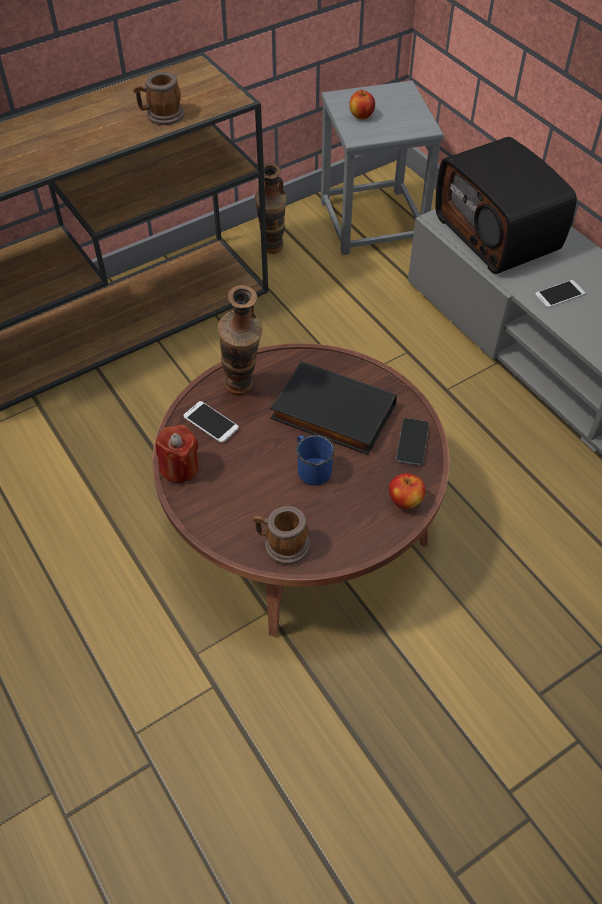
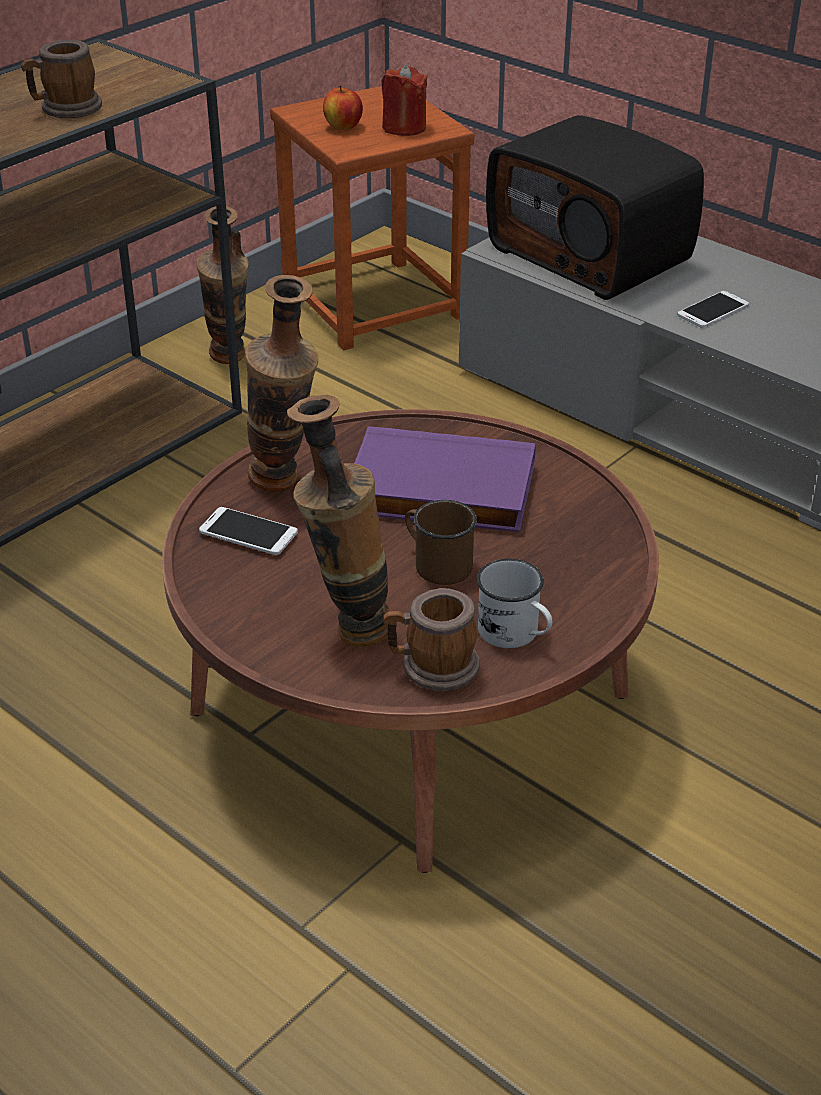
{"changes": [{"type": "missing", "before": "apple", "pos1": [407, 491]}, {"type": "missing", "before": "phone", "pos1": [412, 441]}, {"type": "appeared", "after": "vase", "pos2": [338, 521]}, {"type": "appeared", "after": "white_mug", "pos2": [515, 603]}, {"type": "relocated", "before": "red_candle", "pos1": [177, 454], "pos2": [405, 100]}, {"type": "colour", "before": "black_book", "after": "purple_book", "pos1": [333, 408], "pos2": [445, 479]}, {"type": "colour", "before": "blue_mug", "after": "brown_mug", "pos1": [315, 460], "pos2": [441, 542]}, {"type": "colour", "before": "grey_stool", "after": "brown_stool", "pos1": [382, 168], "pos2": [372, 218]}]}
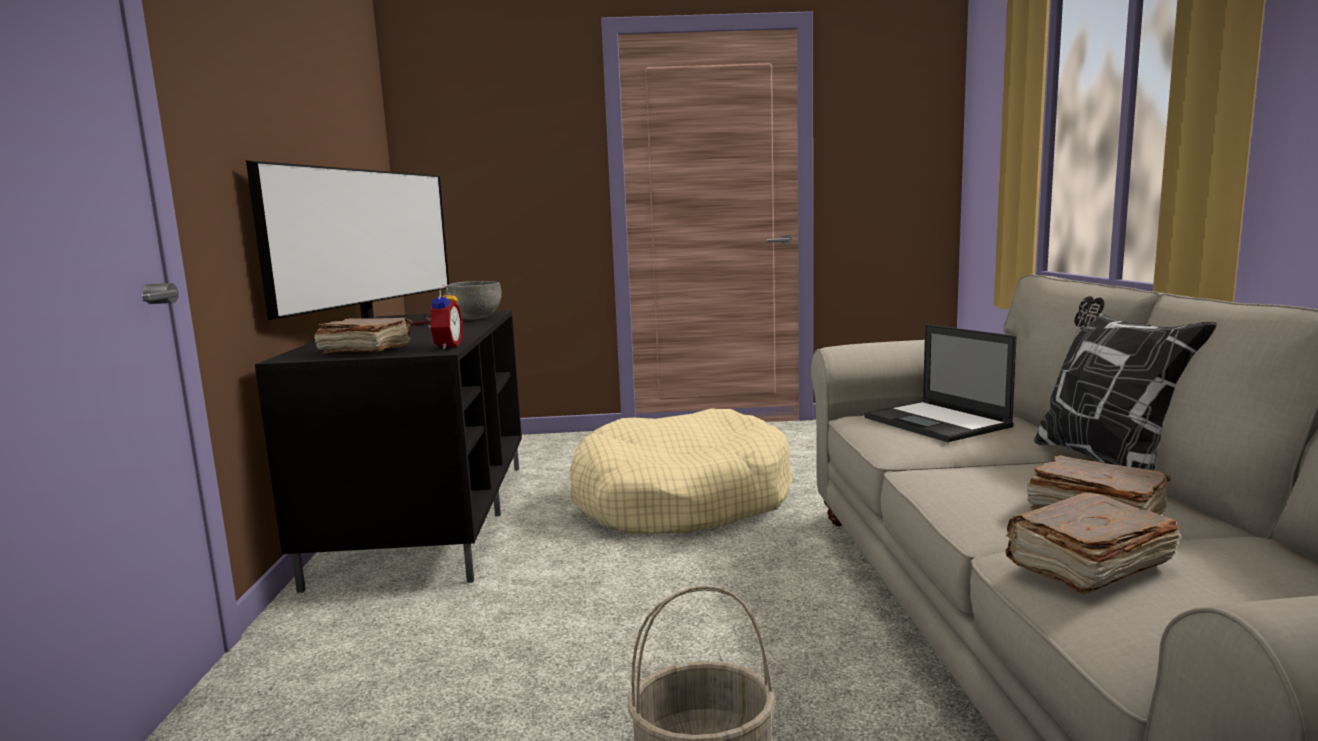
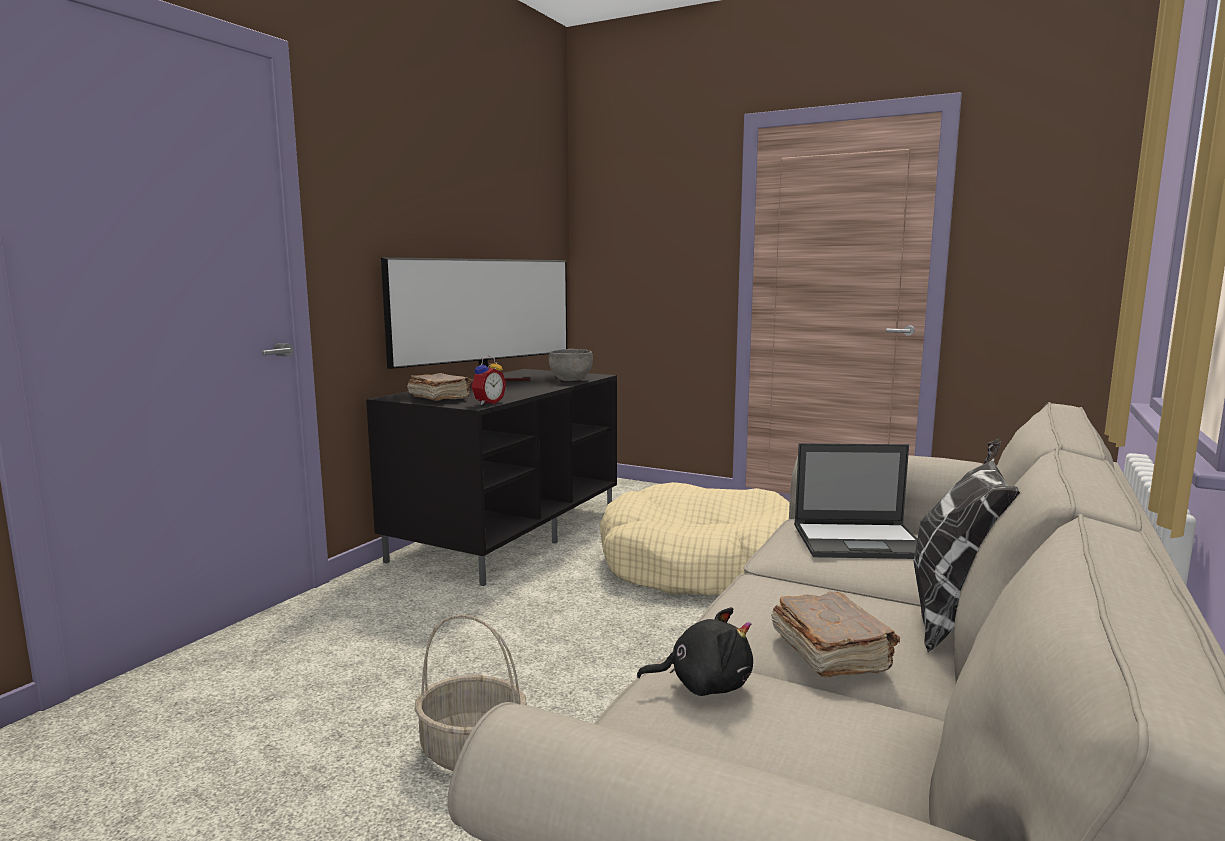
{"changes": [{"type": "exchanged", "before": "brown_book", "after": "black_plush_toy", "pos1": [1092, 543], "pos2": [695, 651]}, {"type": "spun", "before": "laptop", "pos1": [940, 383], "pos2": [856, 501], "turn": -90}]}
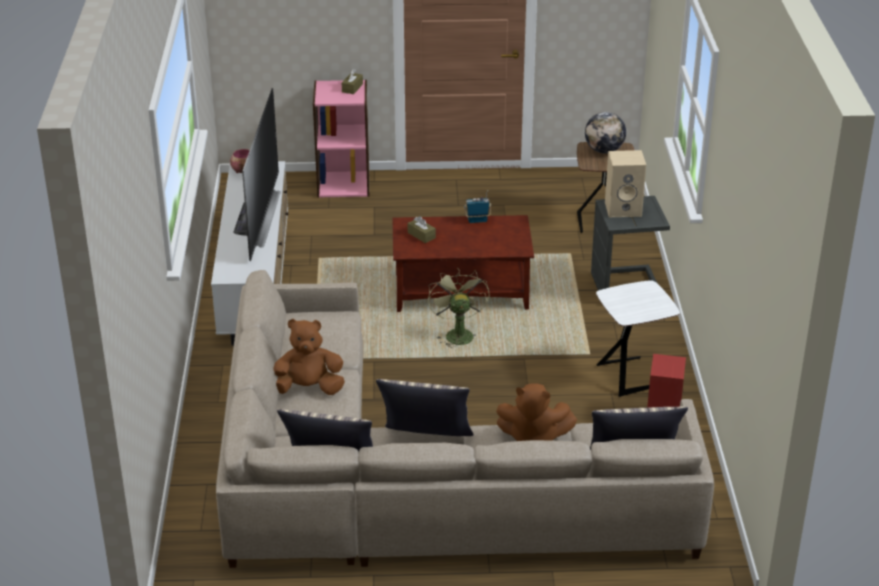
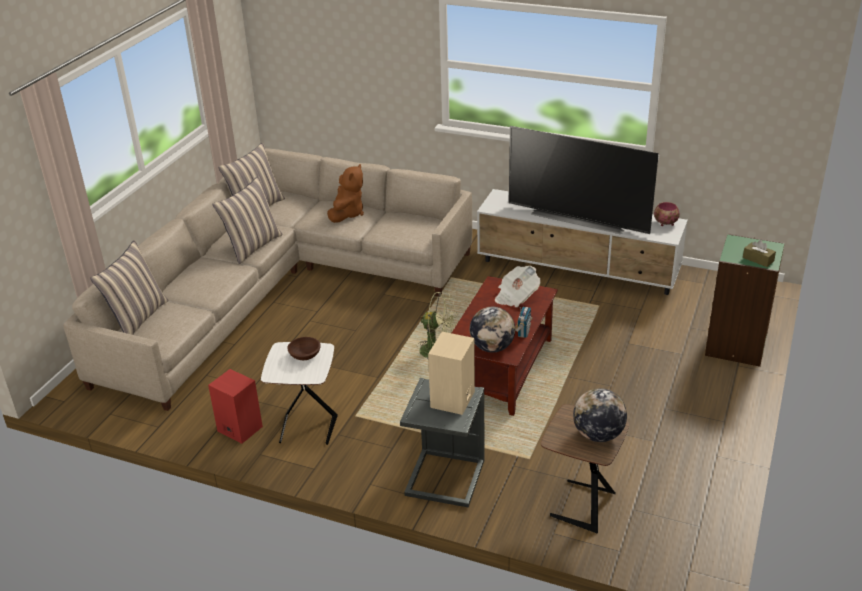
{"changes": [{"type": "missing", "before": "brown_plush_toy", "pos1": [536, 412]}, {"type": "appeared", "after": "brown_bowl", "pos2": [304, 348]}, {"type": "appeared", "after": "globe", "pos2": [492, 329]}, {"type": "exchanged", "before": "brown_tissue_box", "after": "newspaper", "pos1": [422, 229], "pos2": [518, 286]}, {"type": "colour", "before": "pink_bookcase", "after": "green_bookcase", "pos1": [341, 139], "pos2": [745, 300]}]}
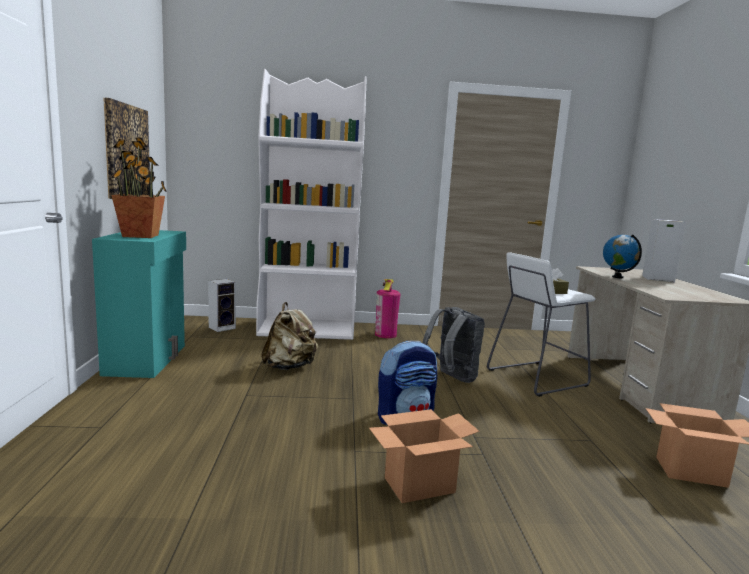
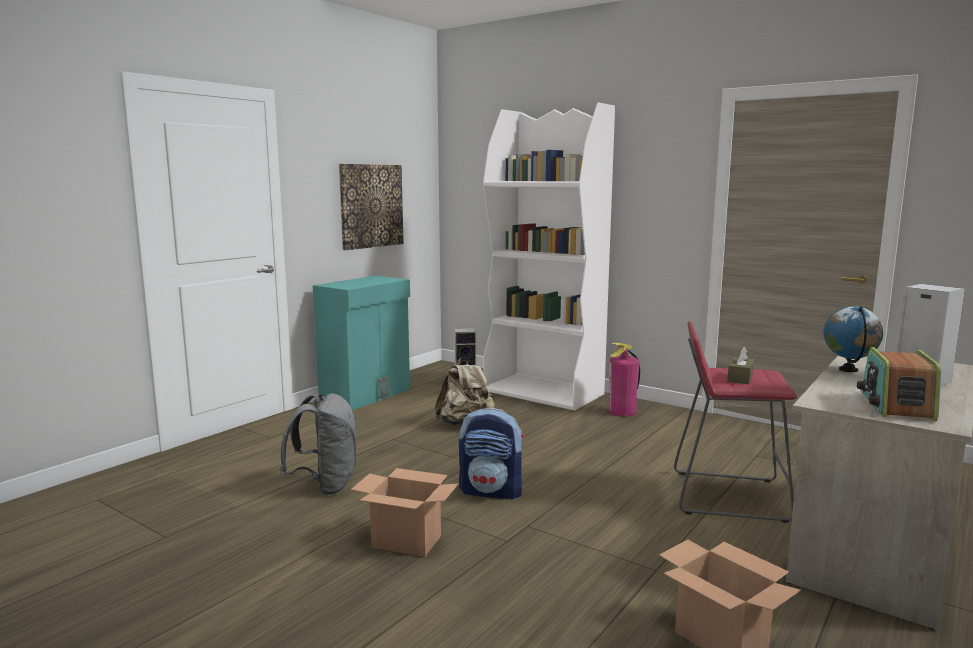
{"changes": [{"type": "missing", "before": "potted_plant", "pos1": [139, 188]}, {"type": "appeared", "after": "radio", "pos2": [899, 384]}, {"type": "relocated", "before": "grey_backpack", "pos1": [454, 345], "pos2": [318, 444]}, {"type": "colour", "before": "white_stool", "after": "red_stool", "pos1": [541, 324], "pos2": [735, 422]}]}
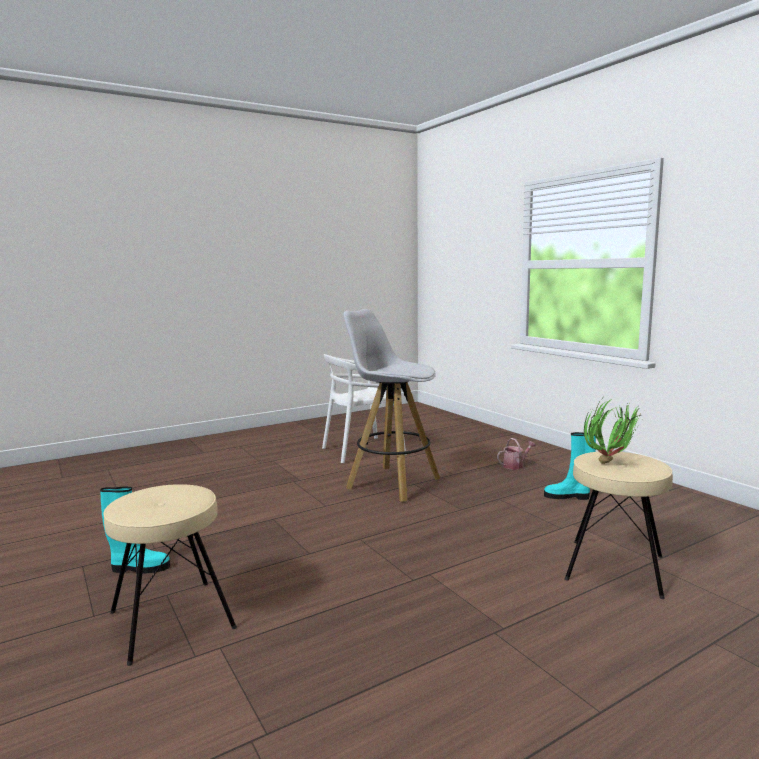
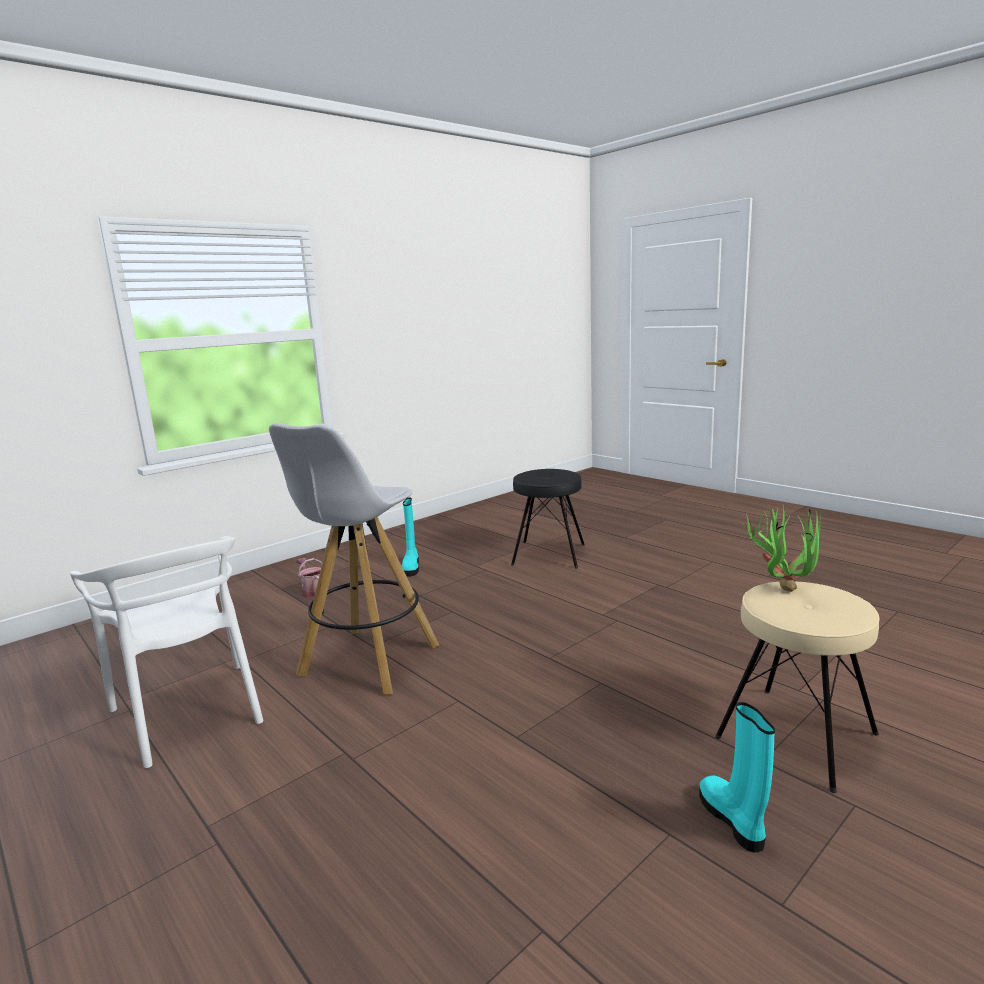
{"changes": [{"type": "relocated", "before": "potted_plant", "pos1": [613, 431], "pos2": [781, 549]}, {"type": "colour", "before": "beige_stool", "after": "black_stool", "pos1": [619, 525], "pos2": [548, 519]}]}
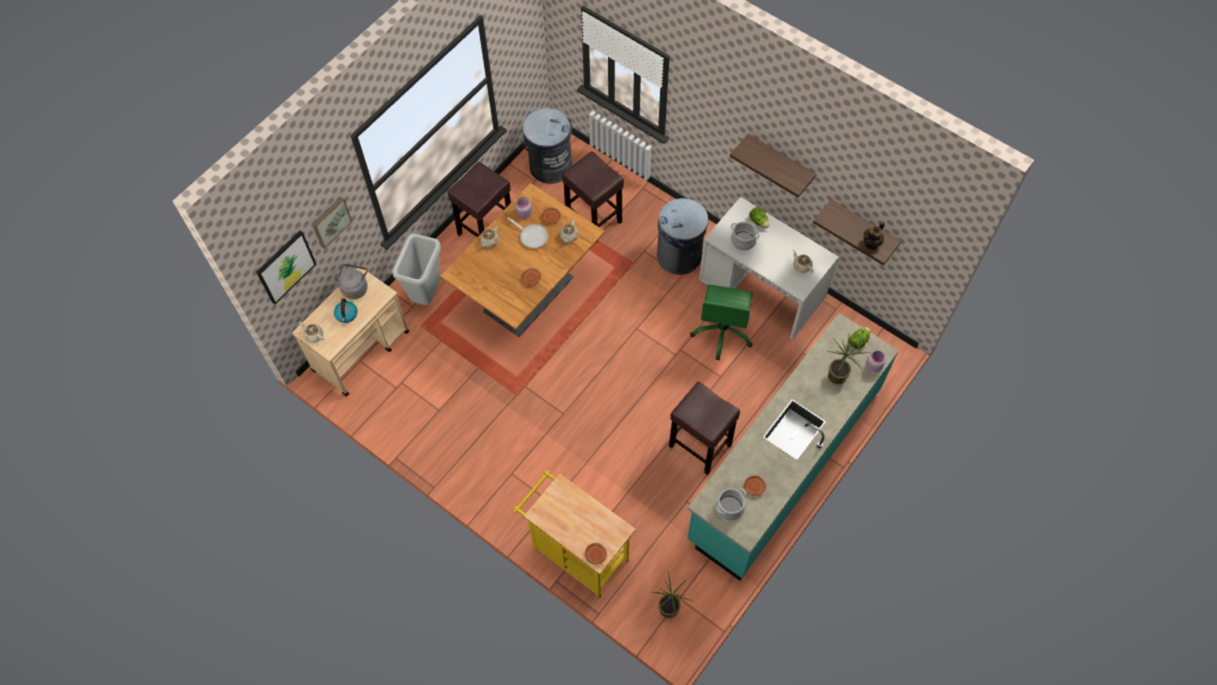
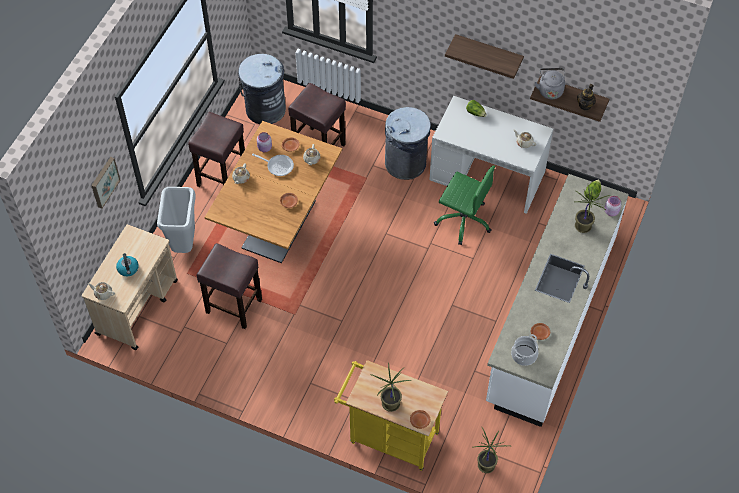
{"changes": [{"type": "missing", "before": "picture", "pos1": [286, 268]}, {"type": "missing", "before": "cooking_pot", "pos1": [745, 236]}, {"type": "appeared", "after": "potted_plant", "pos2": [390, 387]}, {"type": "relocated", "before": "grey_kettle", "pos1": [350, 281], "pos2": [550, 83]}, {"type": "relocated", "before": "brown_stool", "pos1": [704, 428], "pos2": [229, 286]}, {"type": "colour", "before": "turquoise_counter", "after": "white_counter", "pos1": [793, 447], "pos2": [557, 300]}, {"type": "spun", "before": "green_office_chair", "pos1": [721, 322], "pos2": [464, 205], "turn": -60}]}
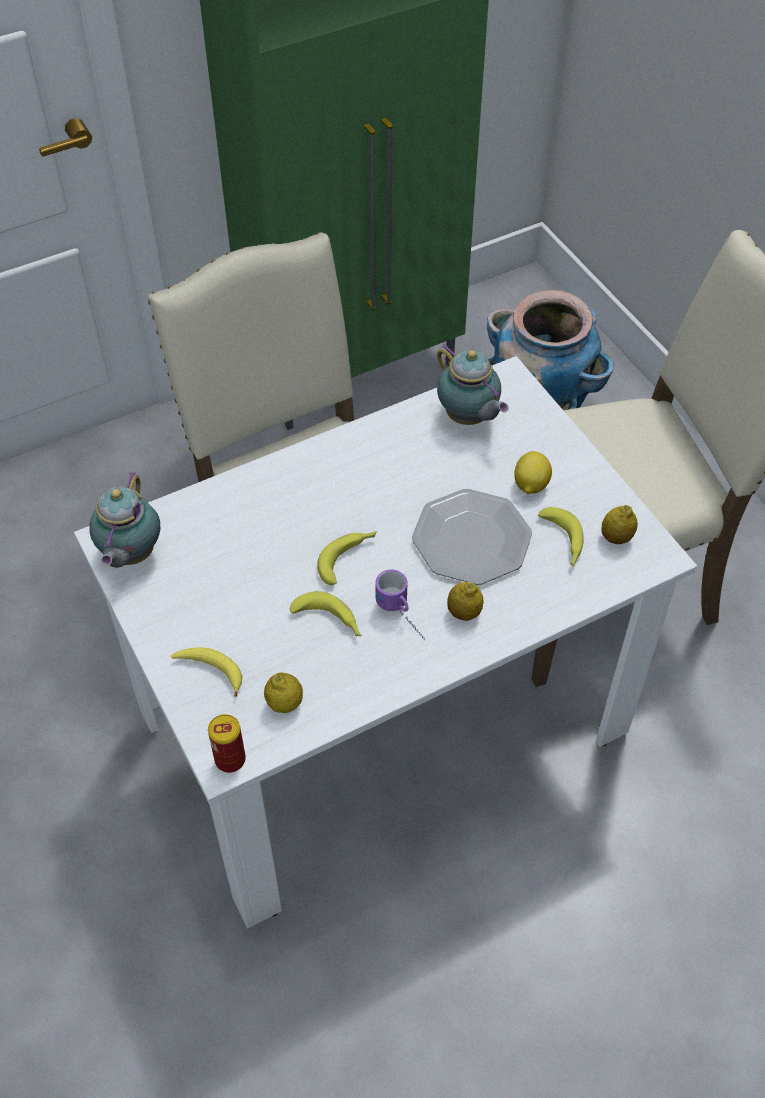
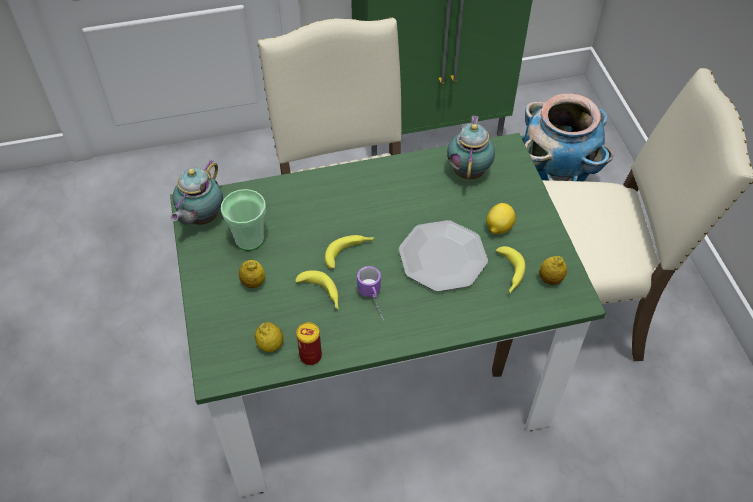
{"changes": [{"type": "missing", "before": "banana", "pos1": [206, 672]}, {"type": "appeared", "after": "cup", "pos2": [243, 220]}, {"type": "relocated", "before": "can", "pos1": [227, 743], "pos2": [309, 343]}, {"type": "relocated", "before": "lemon", "pos1": [465, 601], "pos2": [252, 274]}, {"type": "colour", "before": "white_dining_table", "after": "green_dining_table", "pos1": [385, 642], "pos2": [388, 315]}, {"type": "spun", "before": "teapot", "pos1": [473, 384], "pos2": [471, 147], "turn": -150}]}
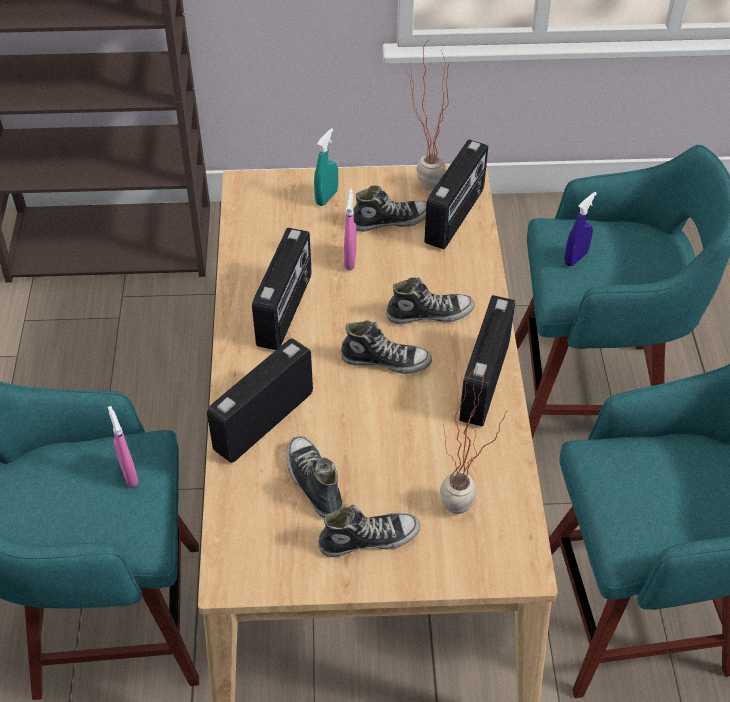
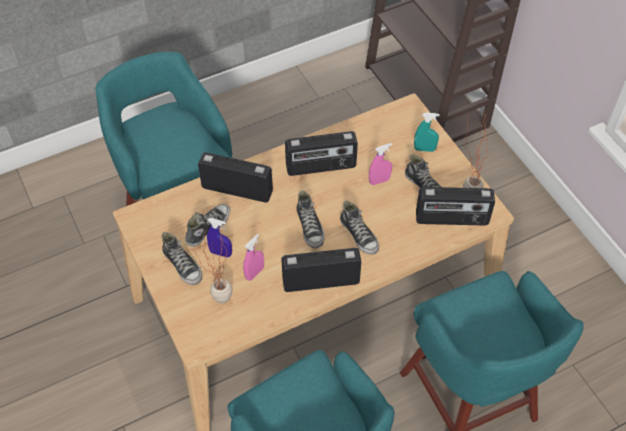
{"changes": [{"type": "relocated", "before": "pink_spray_bottle", "pos1": [123, 446], "pos2": [253, 257]}, {"type": "relocated", "before": "blue_spray_bottle", "pos1": [580, 229], "pos2": [219, 238]}]}
